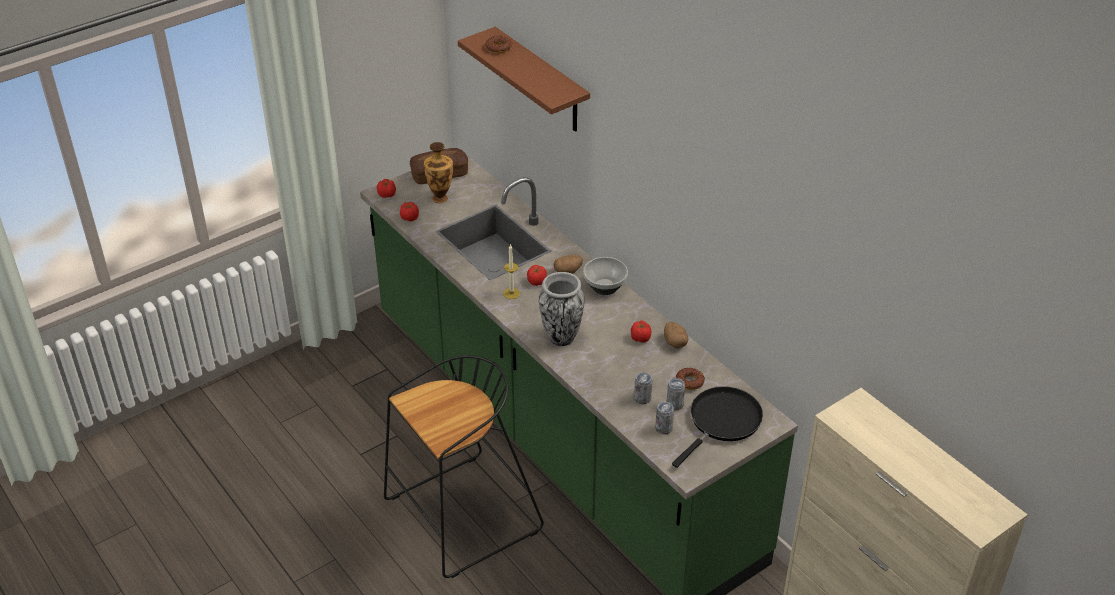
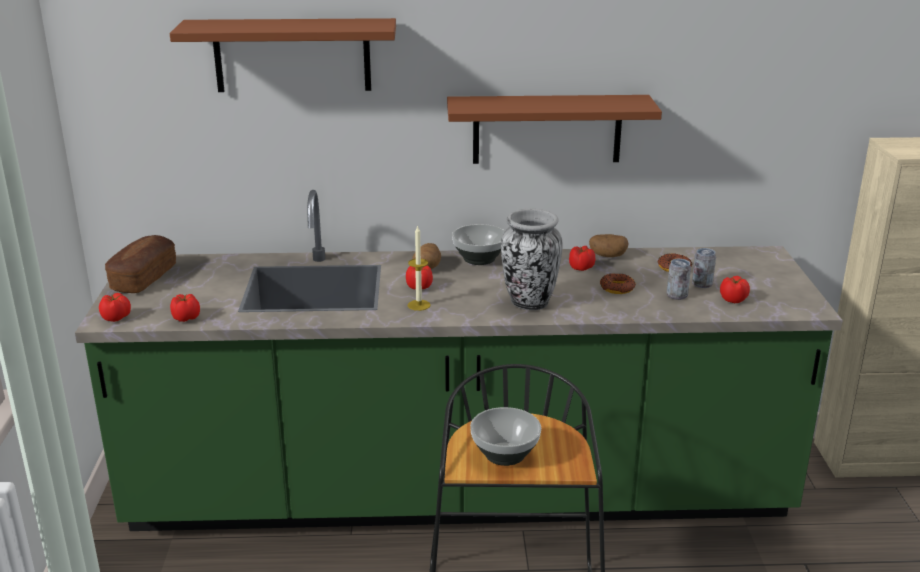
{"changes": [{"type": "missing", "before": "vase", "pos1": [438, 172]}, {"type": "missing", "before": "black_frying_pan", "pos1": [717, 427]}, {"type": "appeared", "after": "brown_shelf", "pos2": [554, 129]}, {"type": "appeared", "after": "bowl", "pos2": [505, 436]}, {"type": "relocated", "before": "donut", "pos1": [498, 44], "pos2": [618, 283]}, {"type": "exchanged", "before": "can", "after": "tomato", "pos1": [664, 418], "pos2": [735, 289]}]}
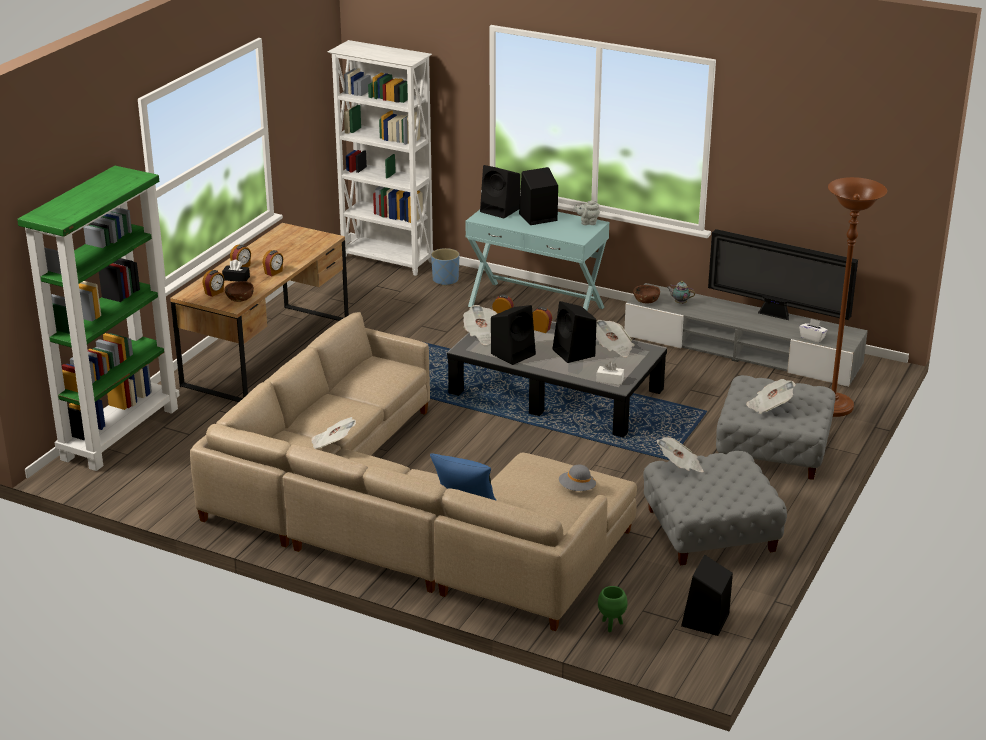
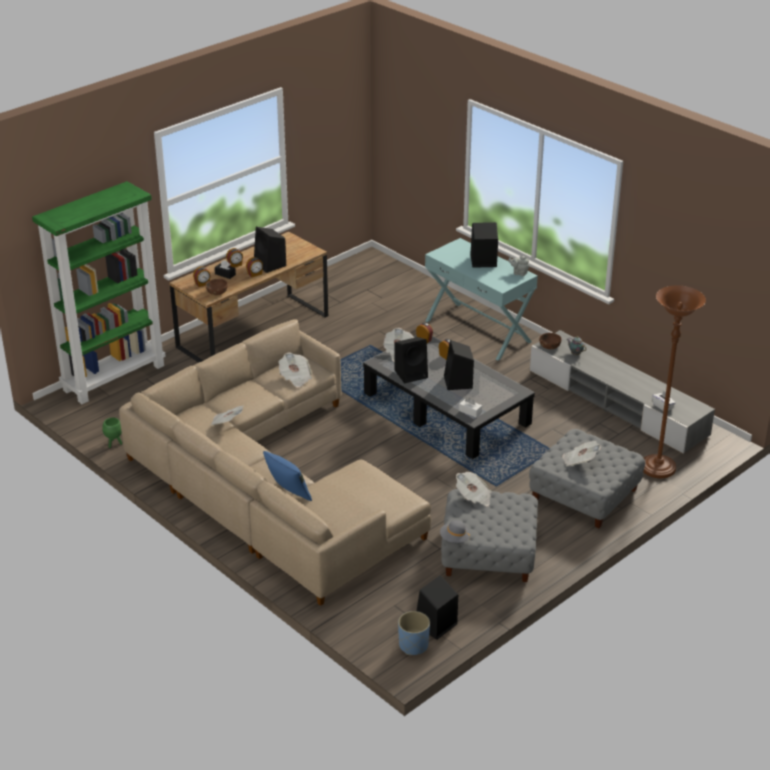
{"changes": [{"type": "missing", "before": "white_bookcase", "pos1": [380, 158]}, {"type": "missing", "before": "television", "pos1": [783, 274]}, {"type": "relocated", "before": "blue_planter", "pos1": [445, 267], "pos2": [414, 633]}, {"type": "relocated", "before": "black_speaker", "pos1": [500, 191], "pos2": [270, 250]}, {"type": "relocated", "before": "grey_hat", "pos1": [577, 477], "pos2": [455, 531]}, {"type": "relocated", "before": "newspaper", "pos1": [615, 338], "pos2": [295, 370]}, {"type": "relocated", "before": "green_planter", "pos1": [613, 609], "pos2": [112, 433]}]}
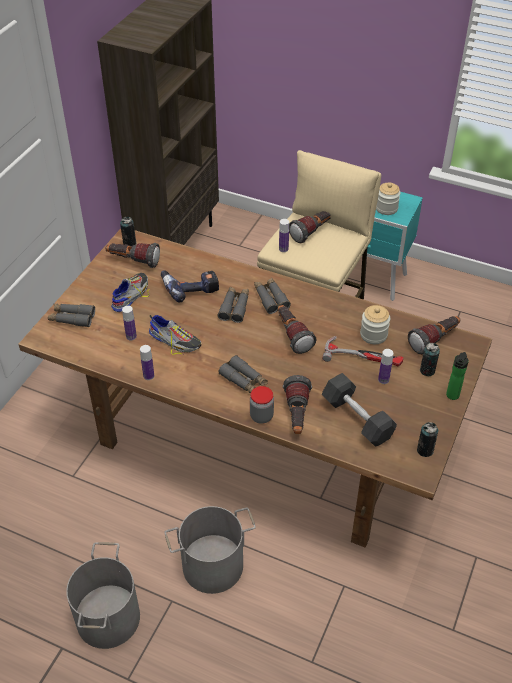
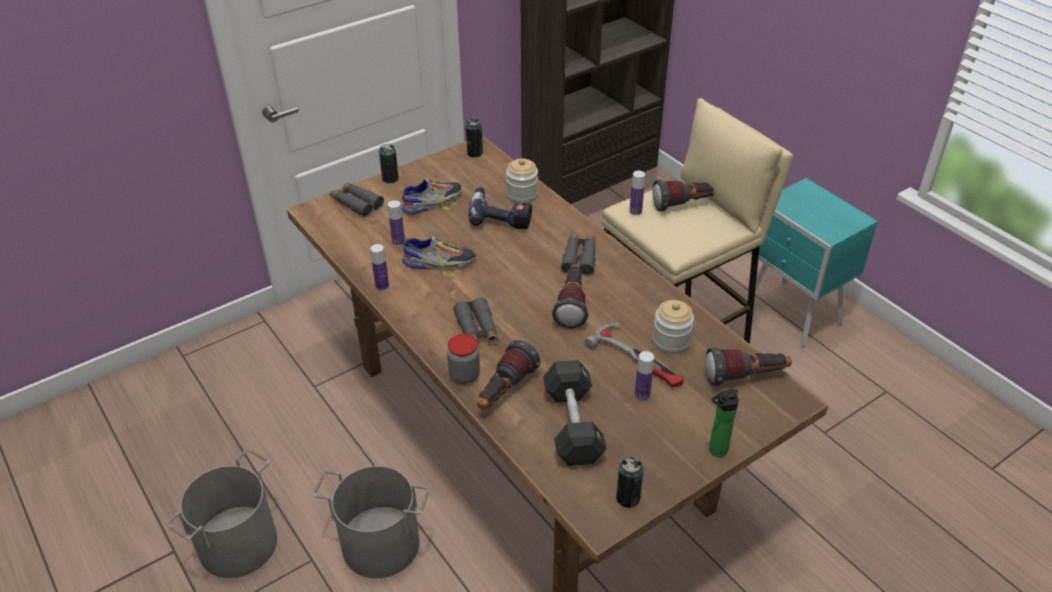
{"changes": [{"type": "missing", "before": "flashlight", "pos1": [133, 255]}, {"type": "missing", "before": "grey_binoculars", "pos1": [233, 304]}, {"type": "relocated", "before": "jar", "pos1": [388, 199], "pos2": [522, 180]}, {"type": "relocated", "before": "can", "pos1": [430, 359], "pos2": [389, 163]}, {"type": "spun", "before": "shoe", "pos1": [175, 335], "pos2": [438, 256], "turn": -60}]}
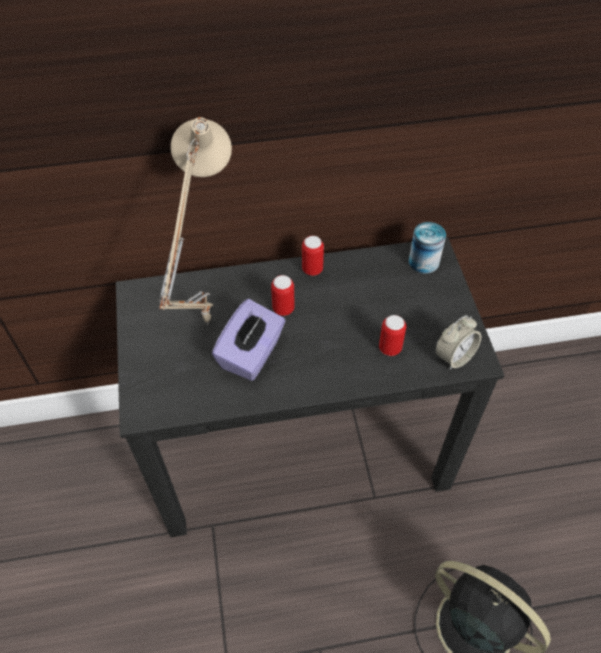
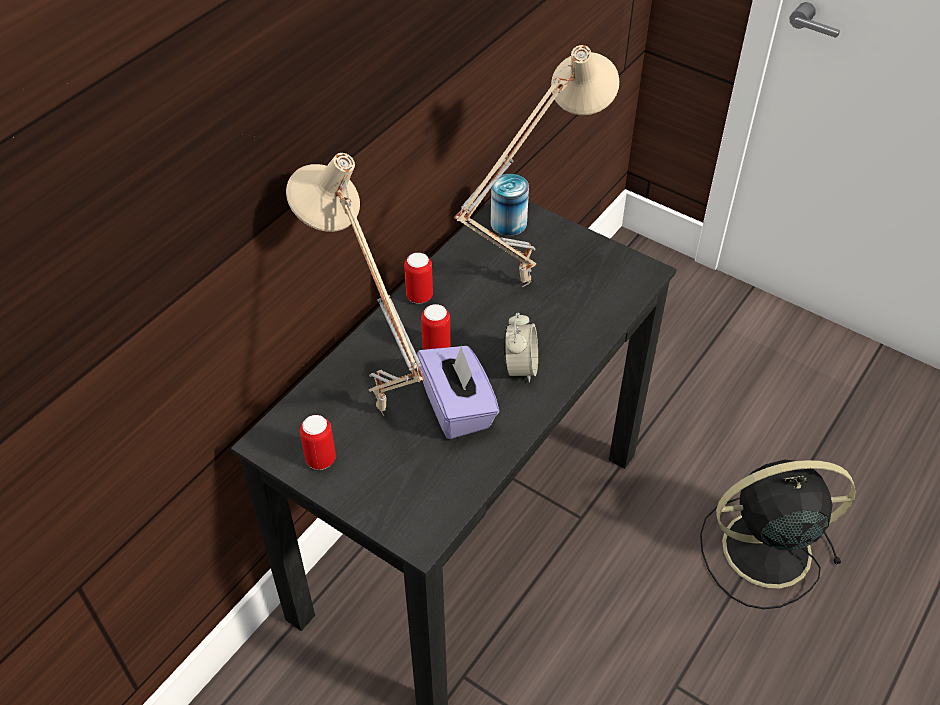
{"changes": [{"type": "appeared", "after": "beige_table_lamp", "pos2": [536, 166]}, {"type": "relocated", "before": "can", "pos1": [392, 335], "pos2": [318, 442]}, {"type": "relocated", "before": "alarm_clock", "pos1": [458, 342], "pos2": [521, 348]}]}
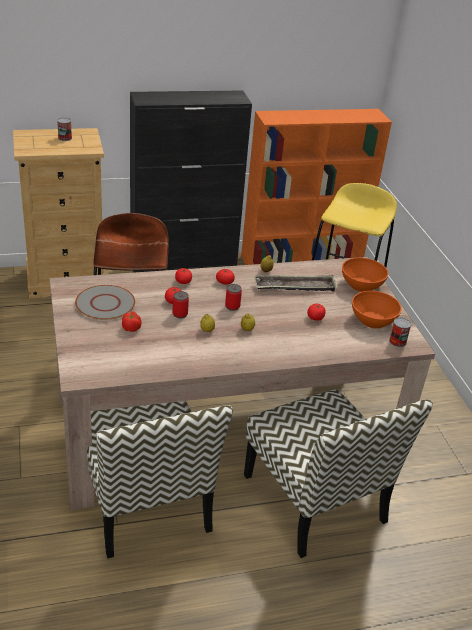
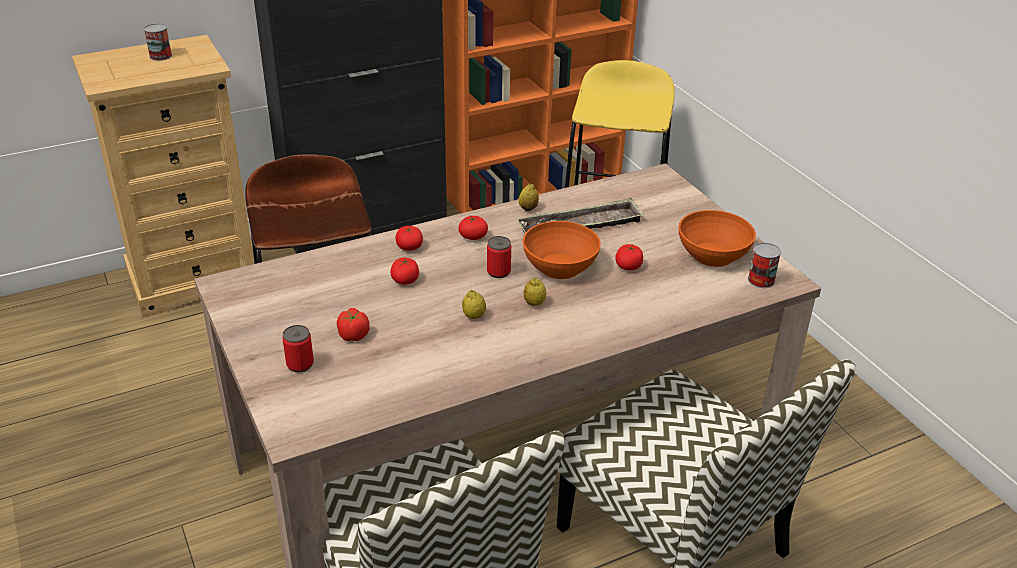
{"changes": [{"type": "missing", "before": "grey_plate", "pos1": [105, 302]}, {"type": "relocated", "before": "can", "pos1": [180, 304], "pos2": [298, 348]}, {"type": "relocated", "before": "orange_bowl", "pos1": [365, 275], "pos2": [562, 250]}]}
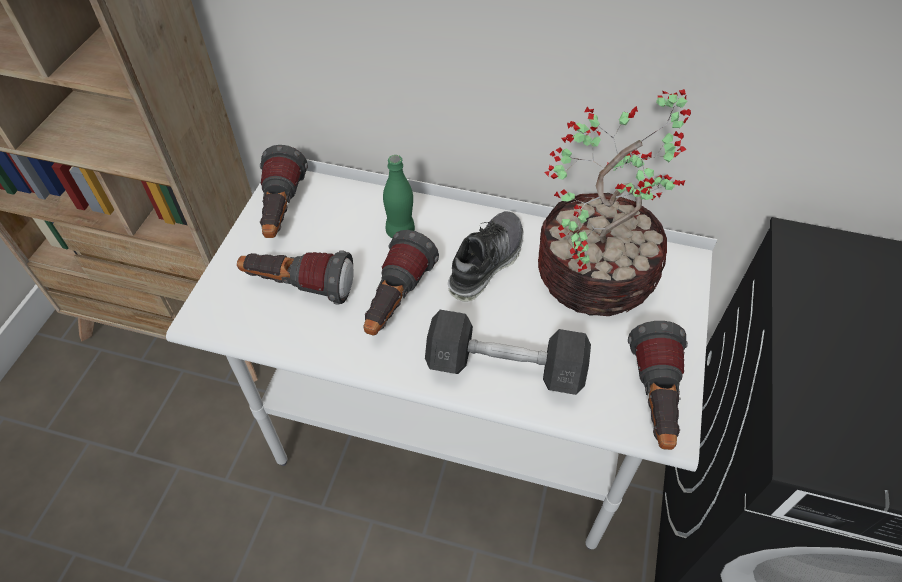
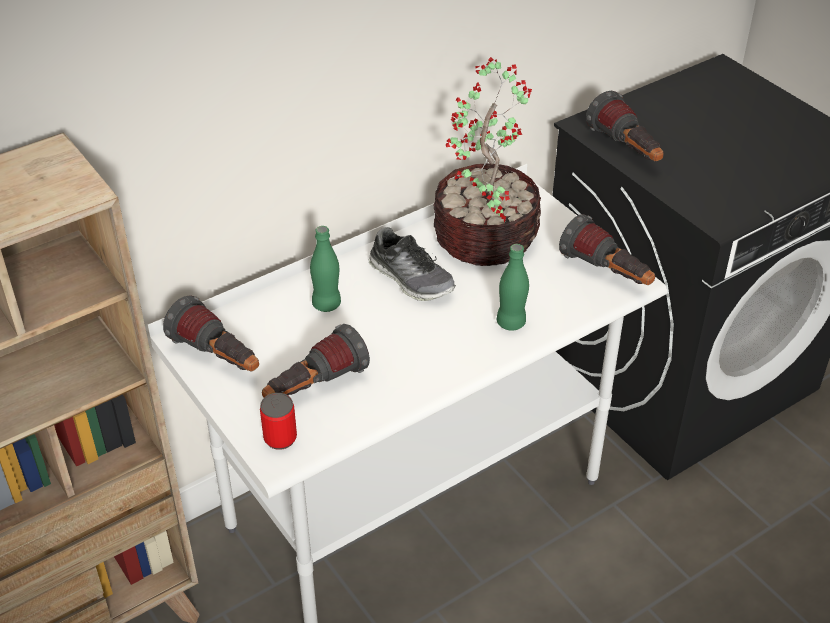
{"changes": [{"type": "appeared", "after": "can", "pos2": [278, 421]}, {"type": "relocated", "before": "flashlight", "pos1": [401, 282], "pos2": [625, 126]}, {"type": "exchanged", "before": "grey_dumbbell", "after": "green_bottle", "pos1": [508, 352], "pos2": [513, 287]}, {"type": "spun", "before": "shoe", "pos1": [486, 256], "pos2": [412, 264], "turn": 150}]}
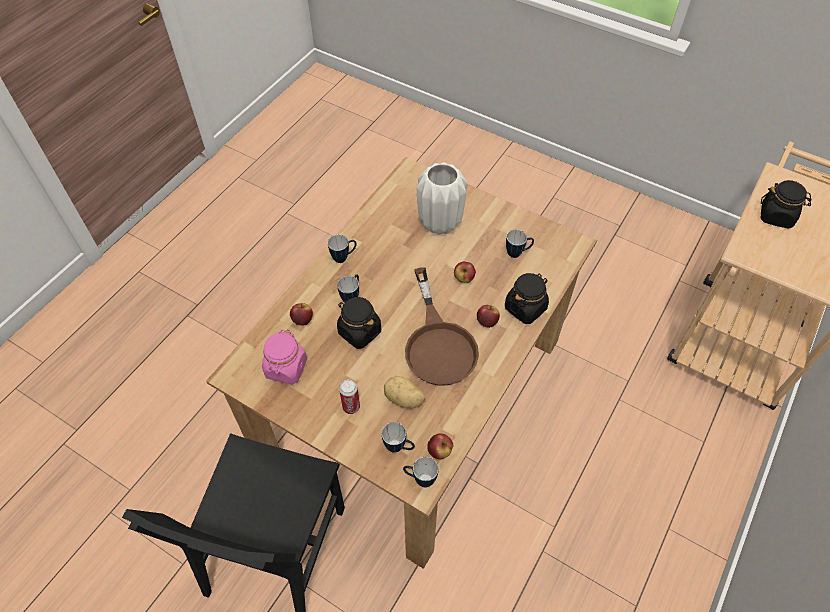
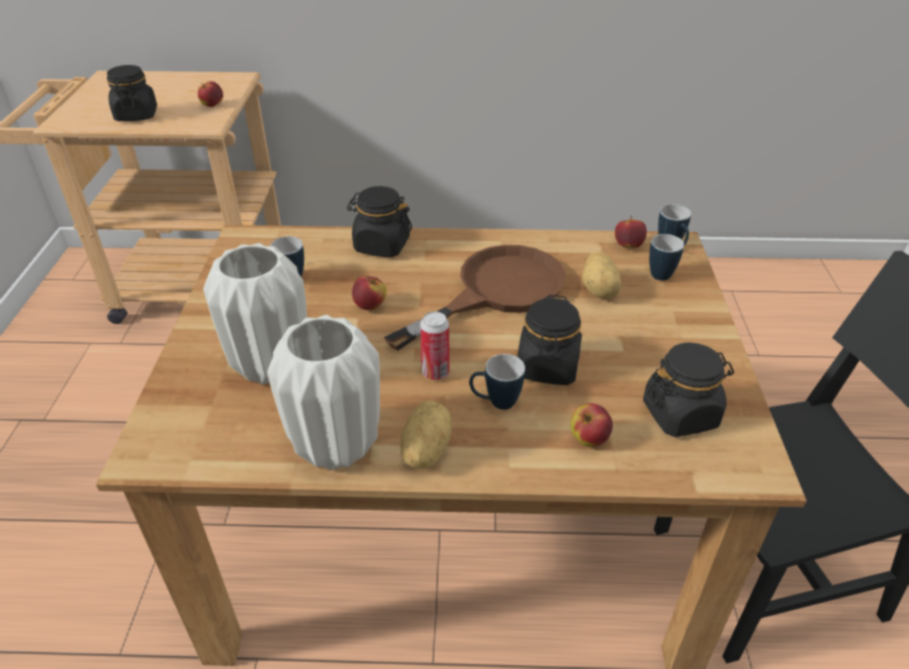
{"changes": [{"type": "appeared", "after": "white_vase", "pos2": [323, 392]}, {"type": "relocated", "before": "can", "pos1": [349, 397], "pos2": [435, 345]}, {"type": "relocated", "before": "apple", "pos1": [488, 316], "pos2": [210, 94]}, {"type": "exchanged", "before": "mug", "after": "potato", "pos1": [342, 249], "pos2": [426, 435]}, {"type": "colour", "before": "pink_jar", "after": "black_jar", "pos1": [284, 357], "pos2": [688, 389]}]}
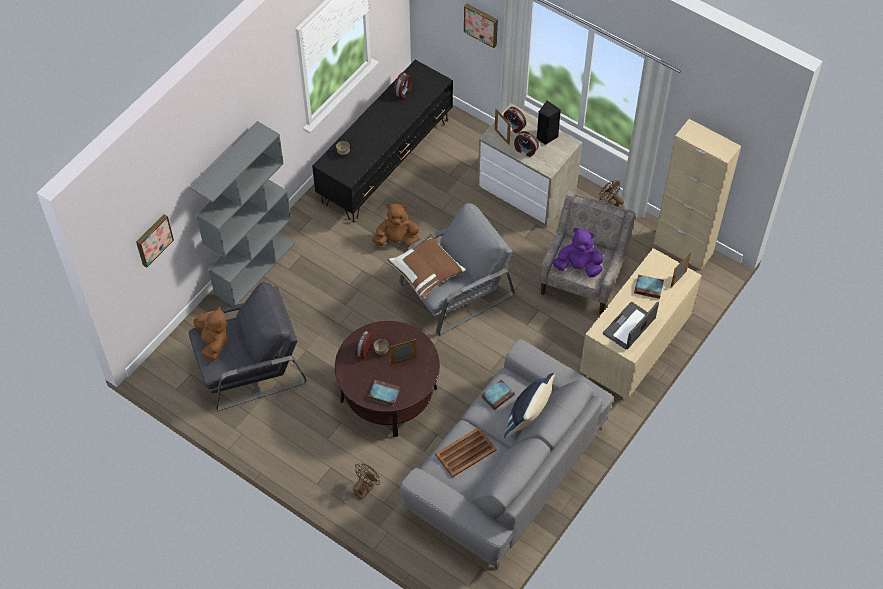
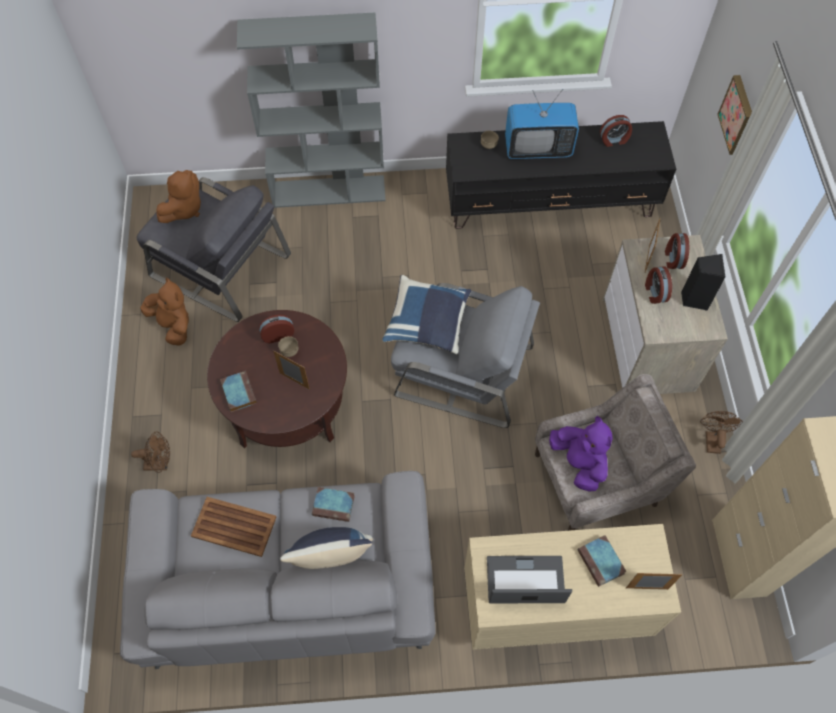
{"changes": [{"type": "missing", "before": "picture", "pos1": [155, 241]}, {"type": "appeared", "after": "television", "pos2": [542, 124]}, {"type": "relocated", "before": "brown_plush_toy", "pos1": [396, 225], "pos2": [164, 312]}, {"type": "colour", "before": "brown_pillow", "after": "blue_pillow", "pos1": [426, 267], "pos2": [426, 314]}]}
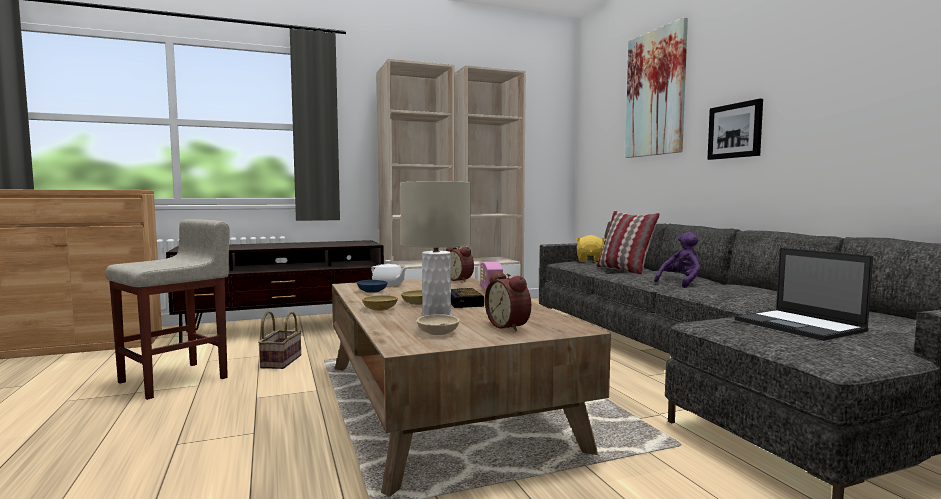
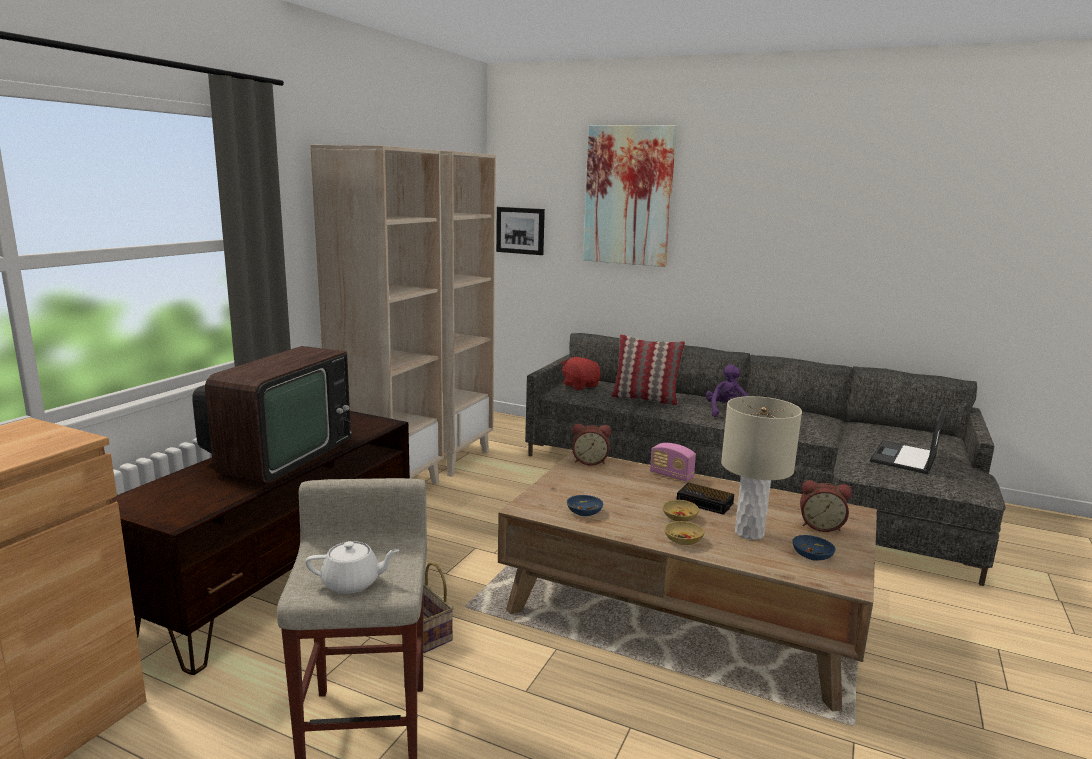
{"changes": [{"type": "appeared", "after": "television", "pos2": [272, 414]}, {"type": "relocated", "before": "white_teapot", "pos1": [389, 273], "pos2": [352, 567]}, {"type": "relocated", "before": "picture", "pos1": [735, 129], "pos2": [520, 231]}, {"type": "colour", "before": "beige_bowl", "after": "blue_bowl", "pos1": [438, 324], "pos2": [814, 548]}, {"type": "colour", "before": "yellow_plush_toy", "after": "red_plush_toy", "pos1": [591, 248], "pos2": [581, 373]}, {"type": "spun", "before": "laptop", "pos1": [803, 294], "pos2": [907, 439], "turn": 105}]}
